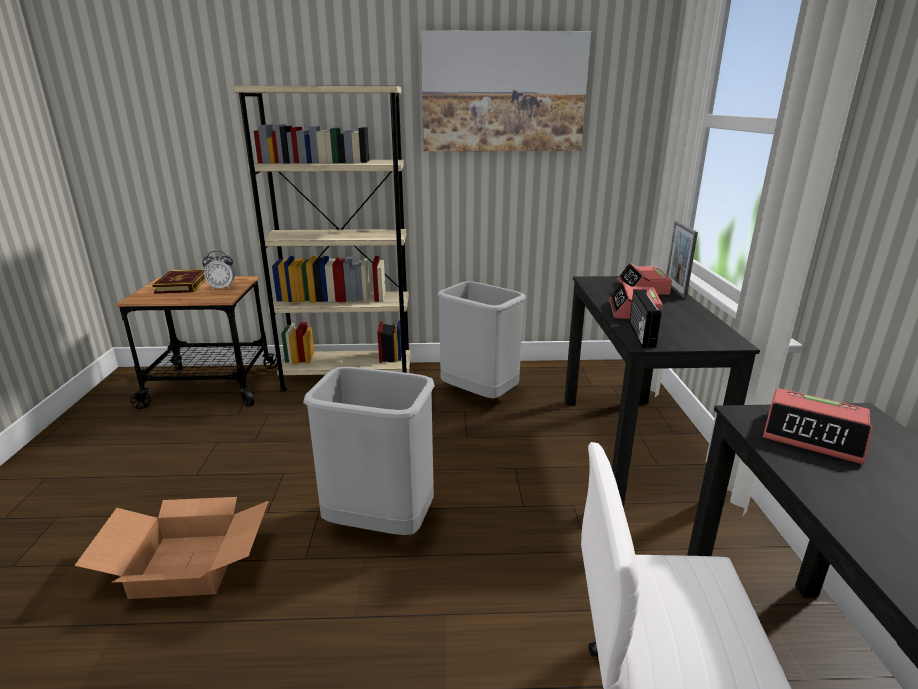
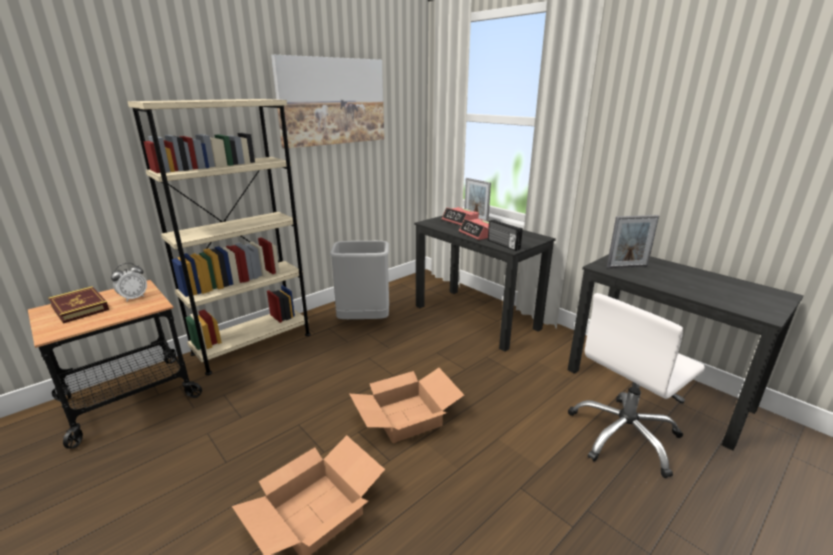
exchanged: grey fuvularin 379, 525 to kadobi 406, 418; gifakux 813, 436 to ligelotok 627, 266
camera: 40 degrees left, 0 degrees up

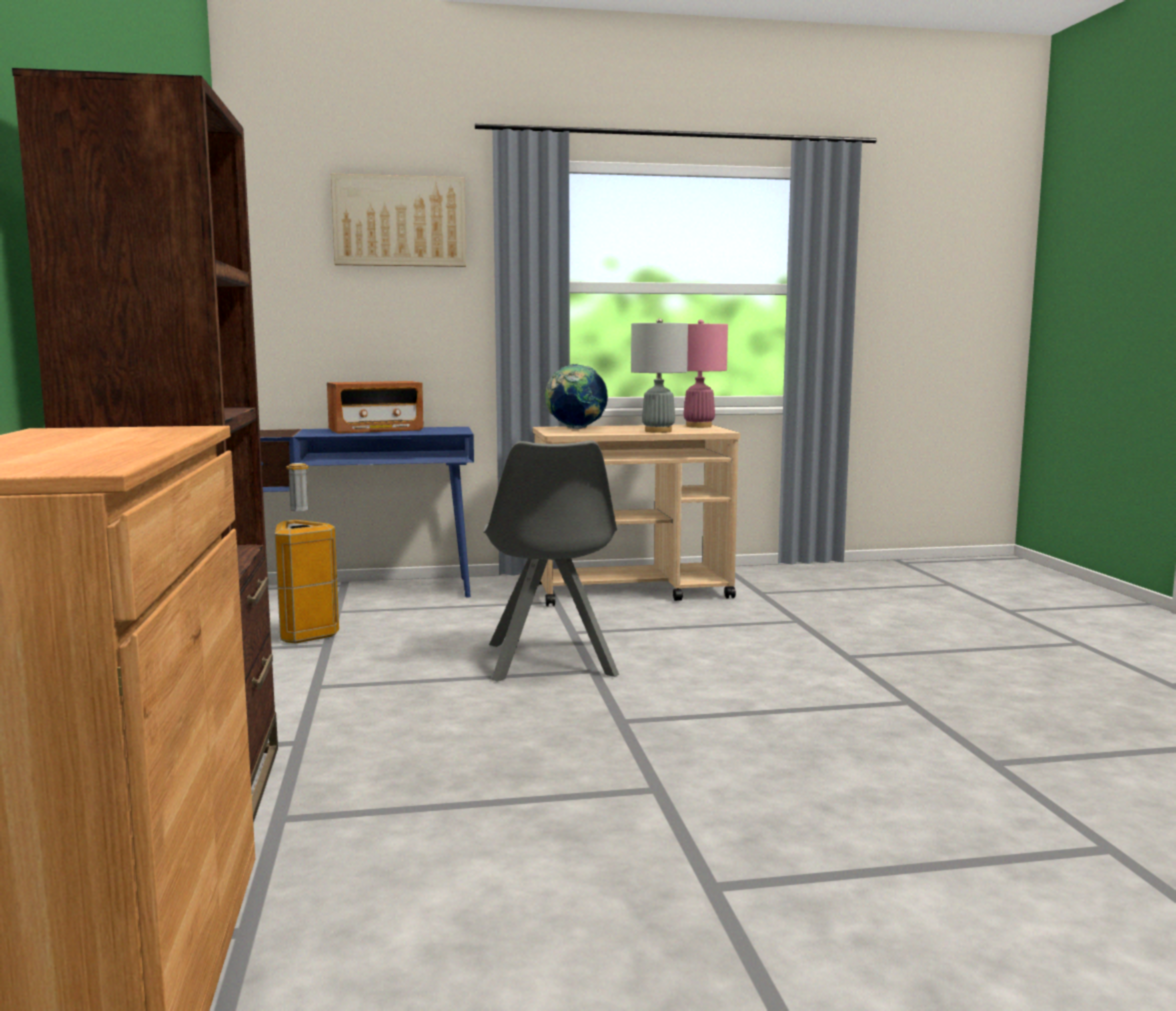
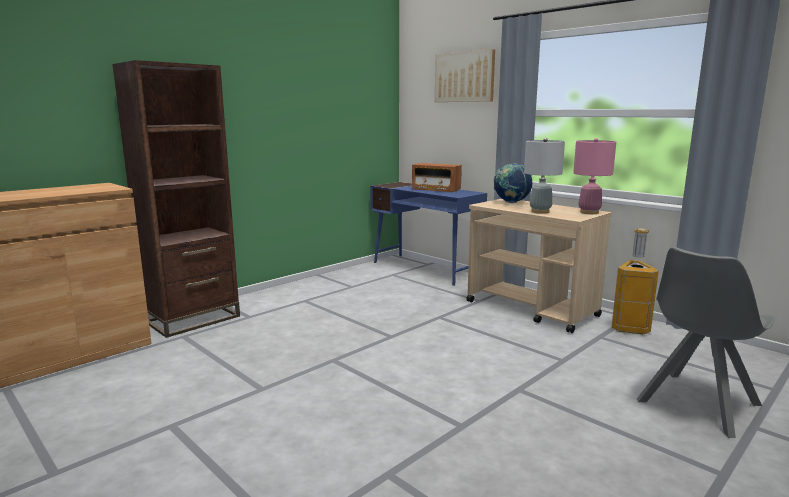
relocated: fuvularin 304, 634 to 629, 328; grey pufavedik 550, 661 to 696, 404
camera: 55 degrees right, 5 degrees up

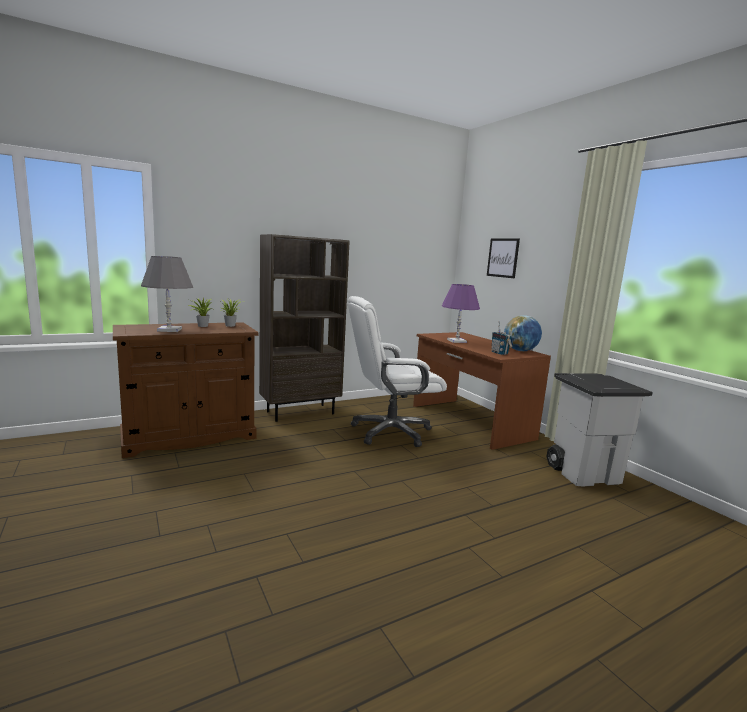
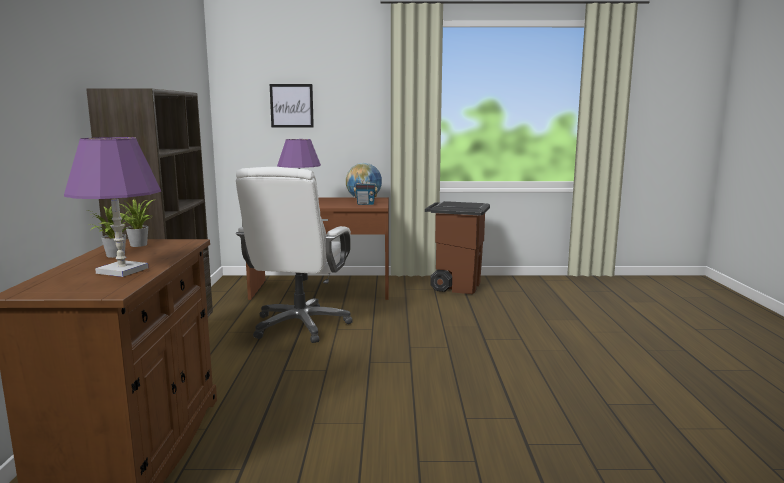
colour: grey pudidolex 169, 330 to purple pudidolex 122, 271; grey fuvularin 584, 473 to brown fuvularin 456, 286
camera: 60 degrees left, 0 degrees up

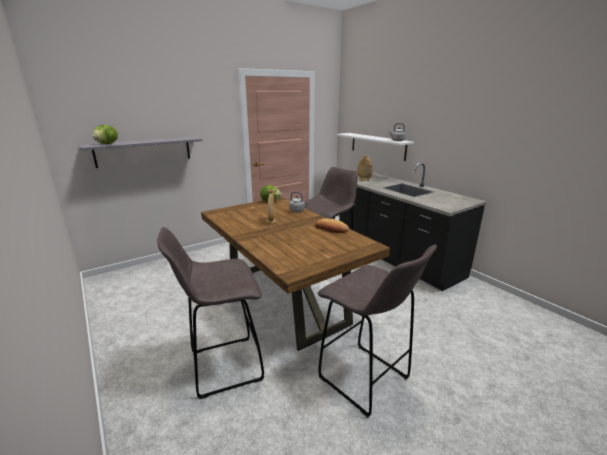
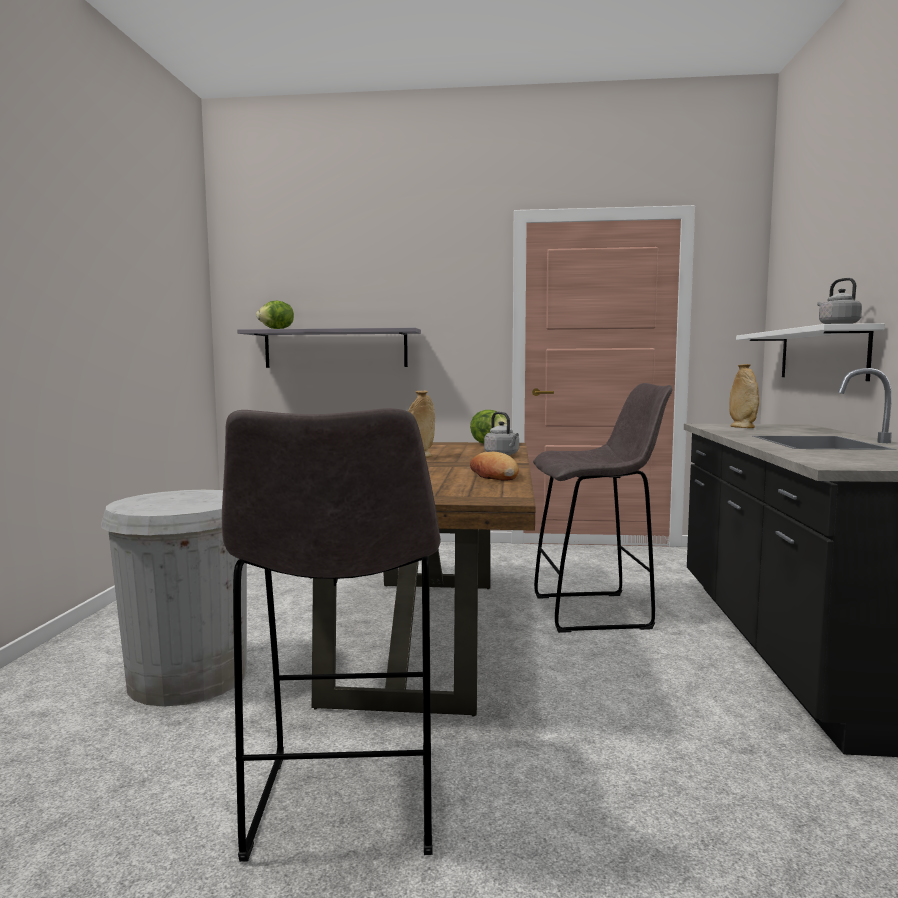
exchanged: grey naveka 223, 366 to white fuvularin 188, 678
camera: 40 degrees right, 15 degrees down

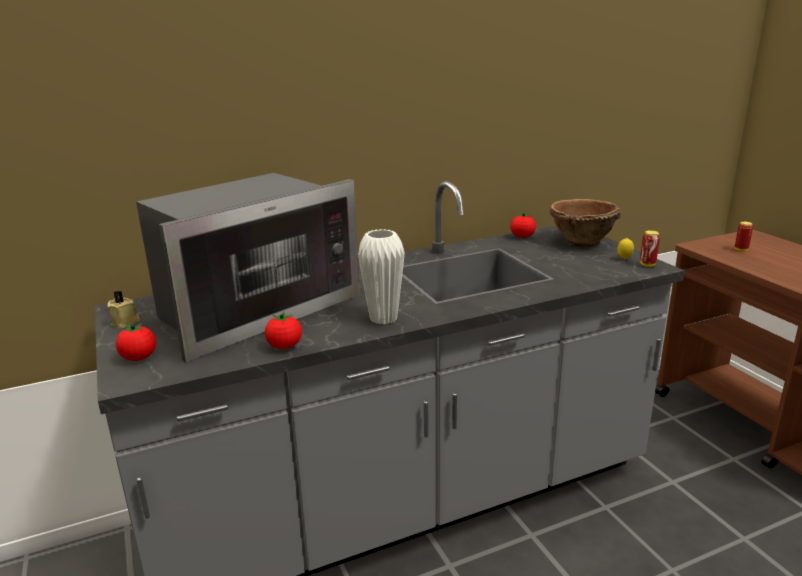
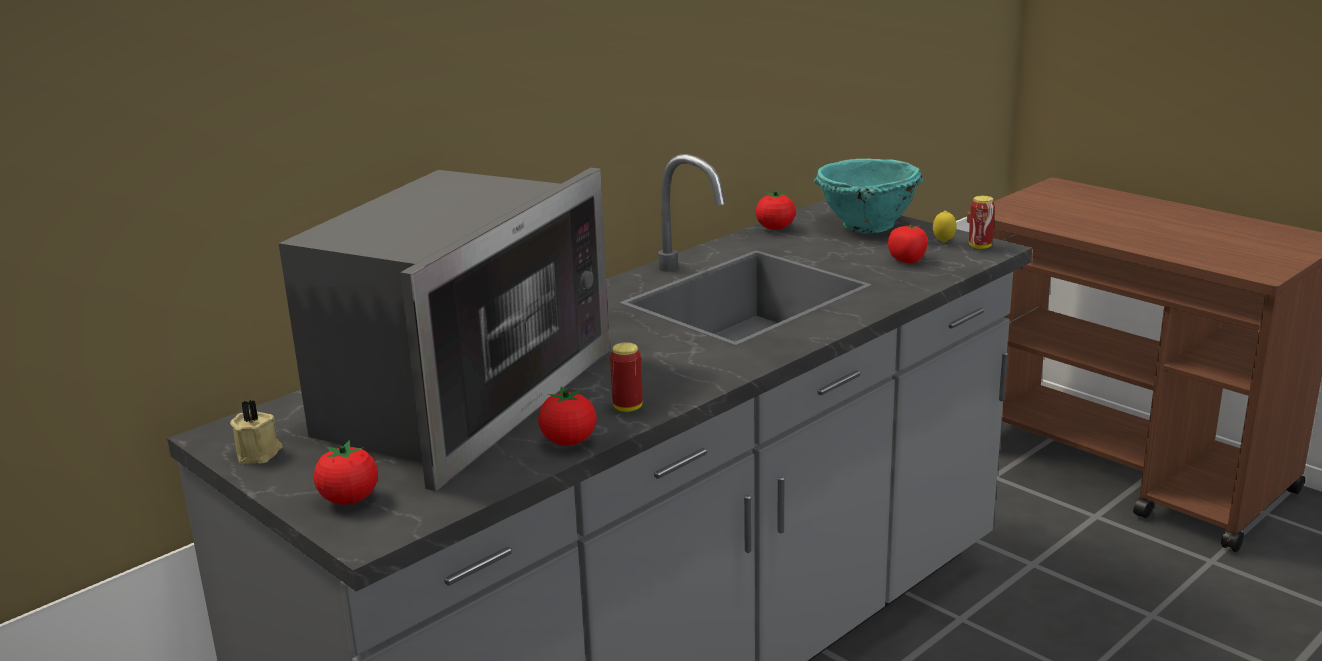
missing: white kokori 383, 318
appeared: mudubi 907, 260
relocated: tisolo 741, 250 to 627, 407
colour: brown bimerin 581, 242 to turquoise bimerin 866, 226
camera: 20 degrees left, 0 degrees up

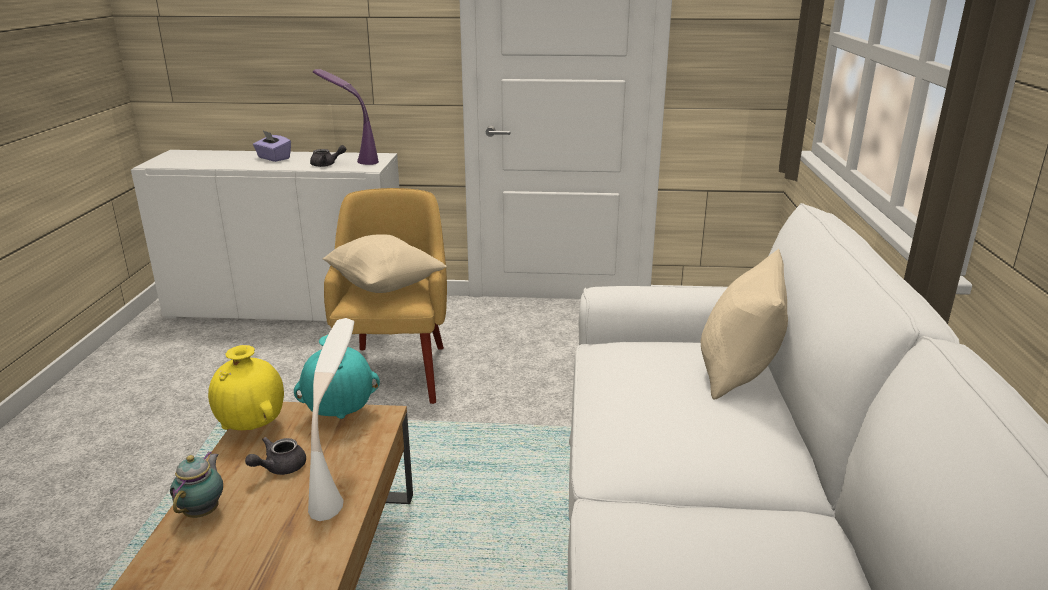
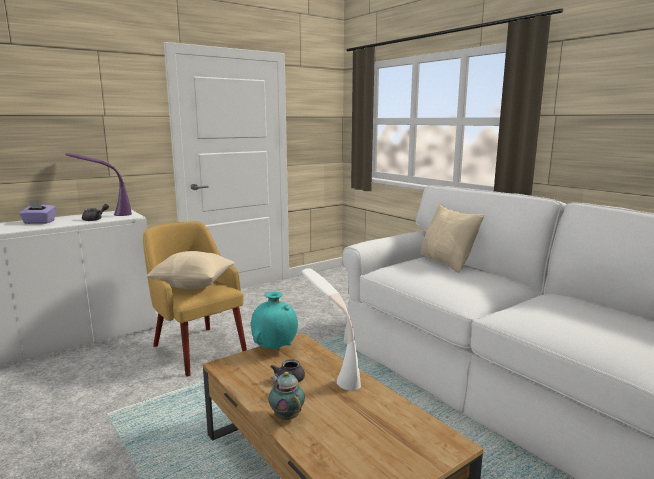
missing: yellow kokori 252, 427
camera: 40 degrees left, 10 degrees down

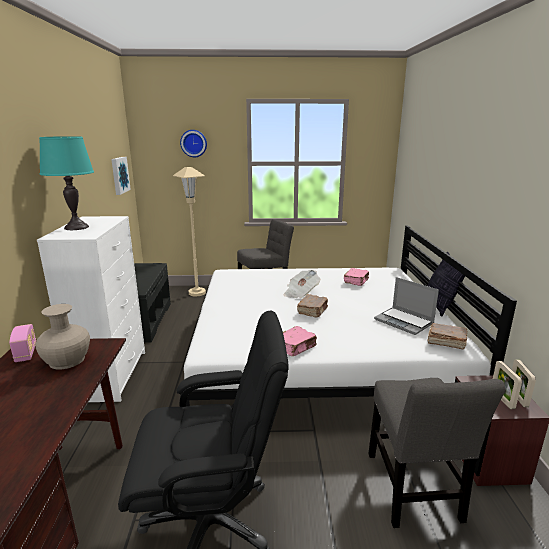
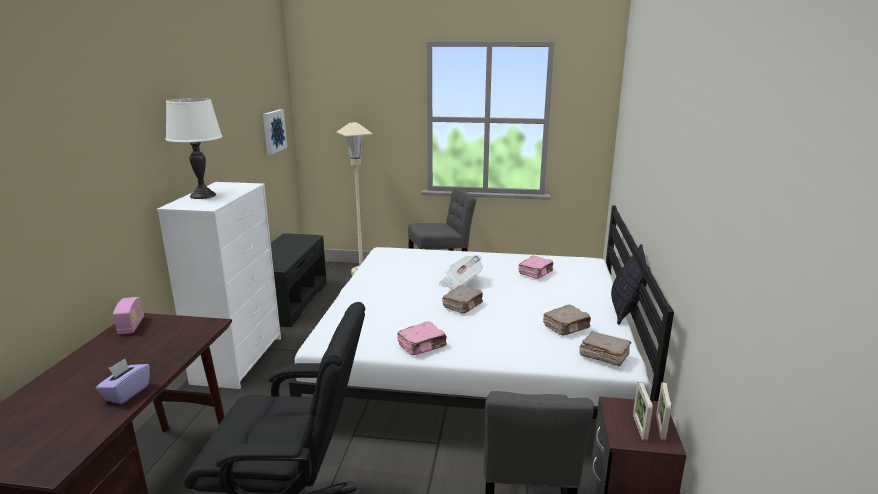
missing: beige kokori 67, 360; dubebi 194, 143
appeared: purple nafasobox 126, 393
exchanged: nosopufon 404, 322 to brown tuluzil 566, 327
colour: turquoise pudidolex 76, 227 to white pudidolex 203, 196
camera: 10 degrees right, 0 degrees up

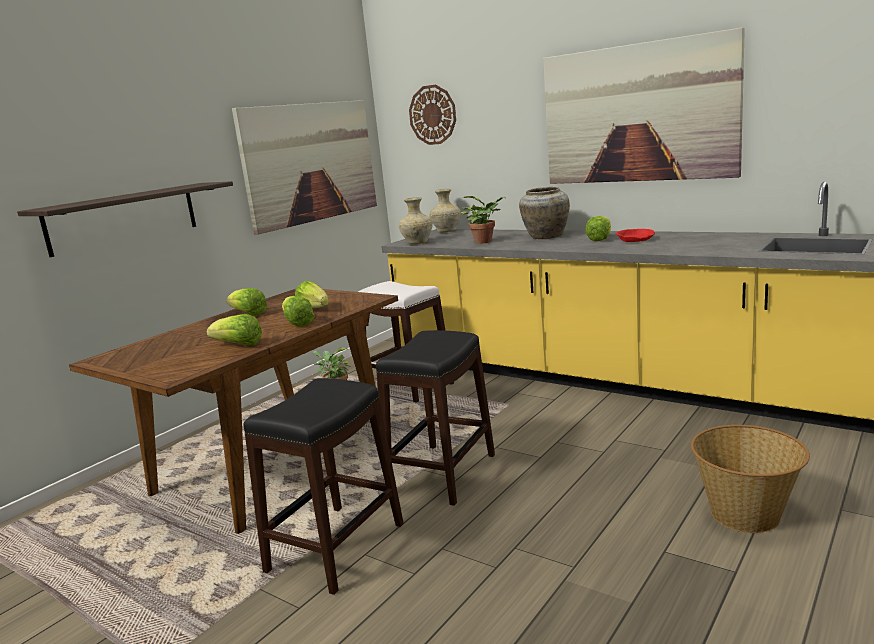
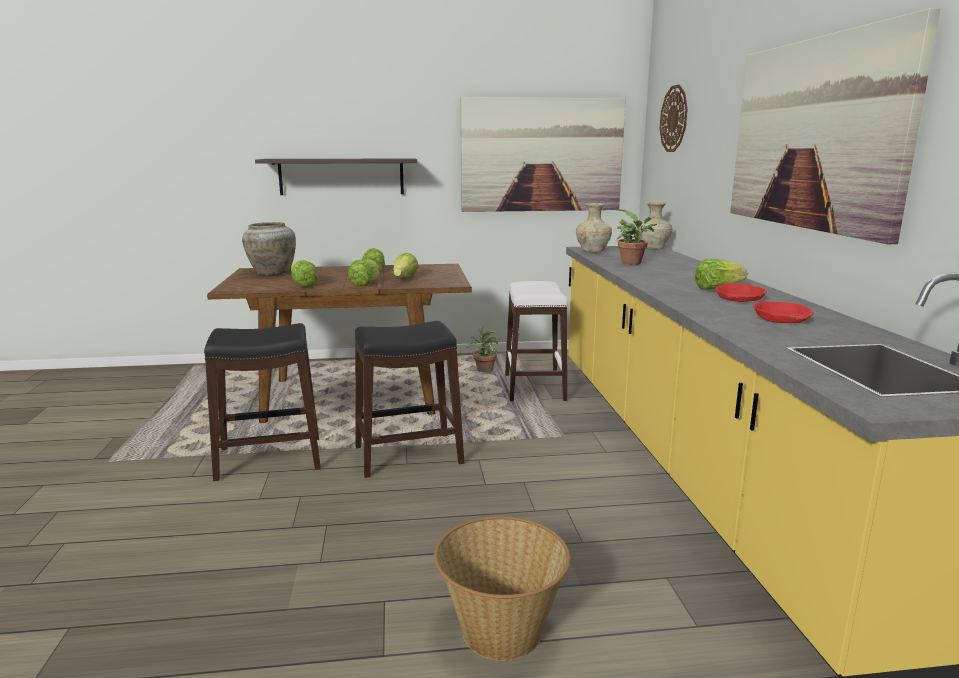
appeared: red bimerin 781, 319
relocated: beige kokori 545, 237 to 271, 272
camera: 45 degrees right, 0 degrees up

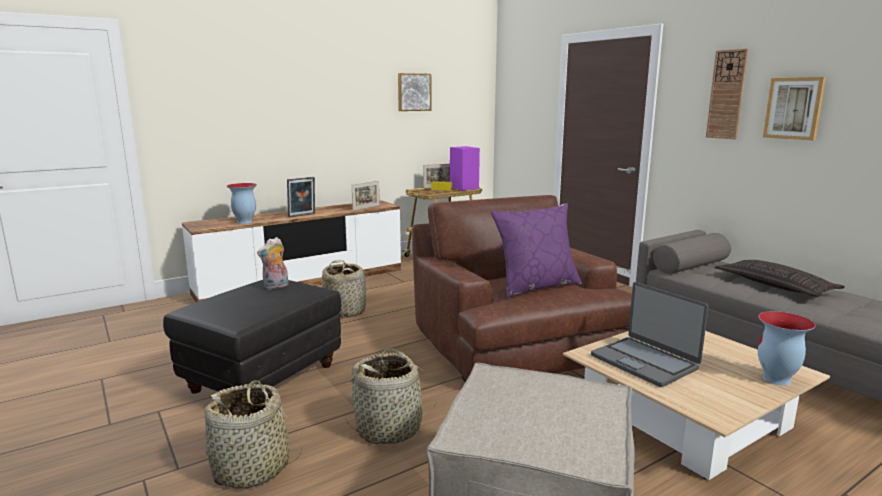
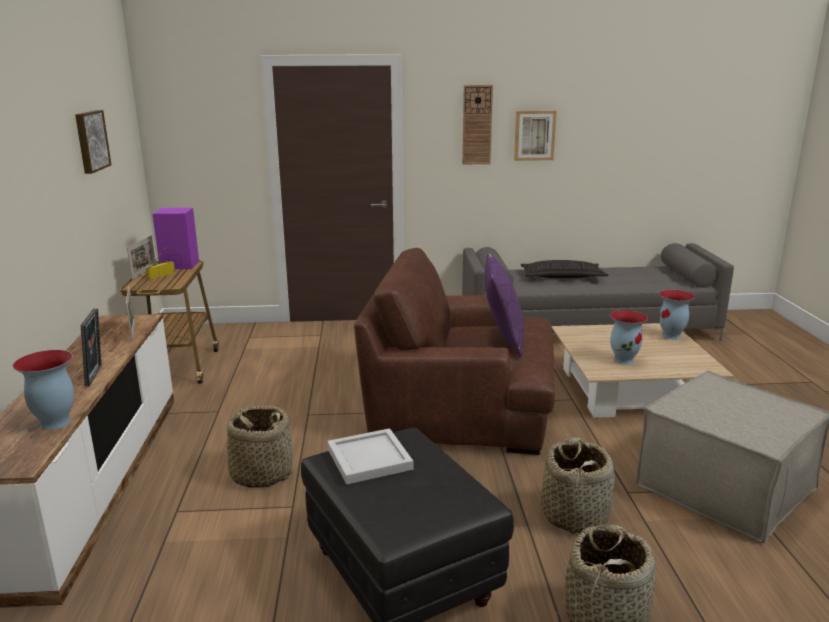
exchanged: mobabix 276, 286 to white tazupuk 368, 458; nosopufon 644, 362 to kokori 624, 360
camera: 60 degrees left, 5 degrees up

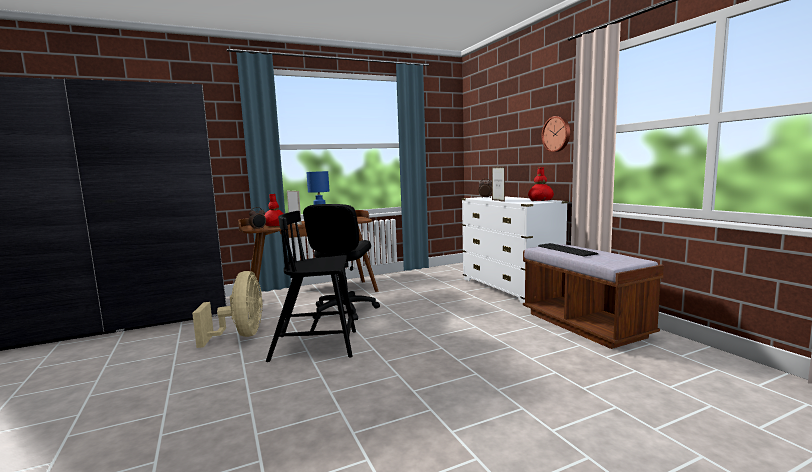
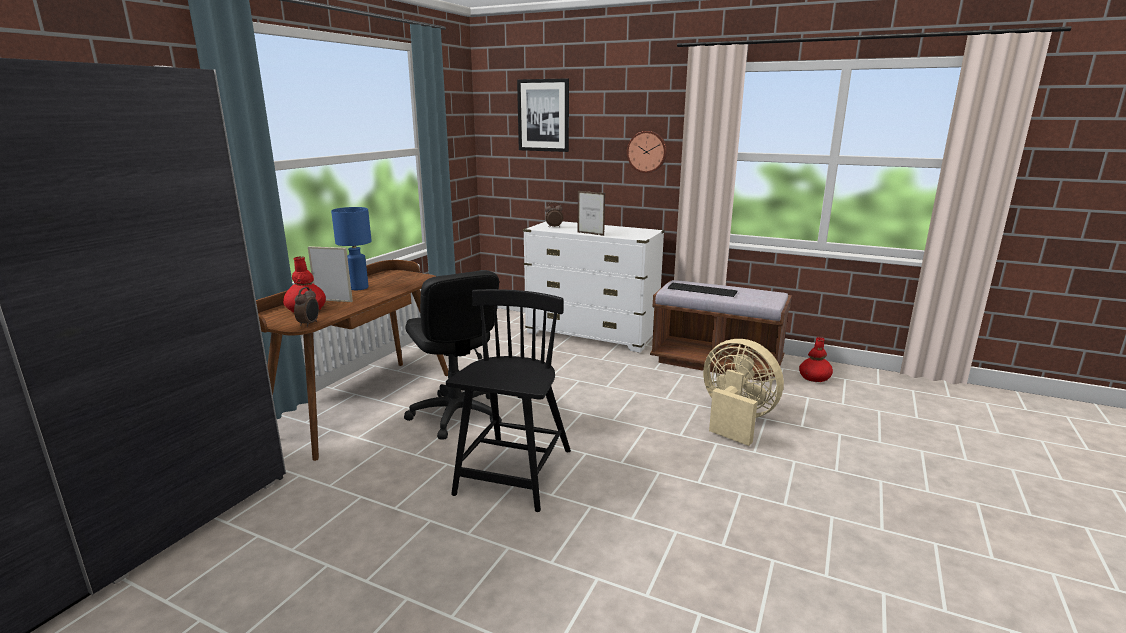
appeared: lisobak 543, 115
relocated: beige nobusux 241, 336 to 735, 420; red kokori 540, 201 to 814, 378
spun: black pufavedik 316, 345 = 514, 473 150 degrees clockwise
camera: 40 degrees left, 10 degrees up

